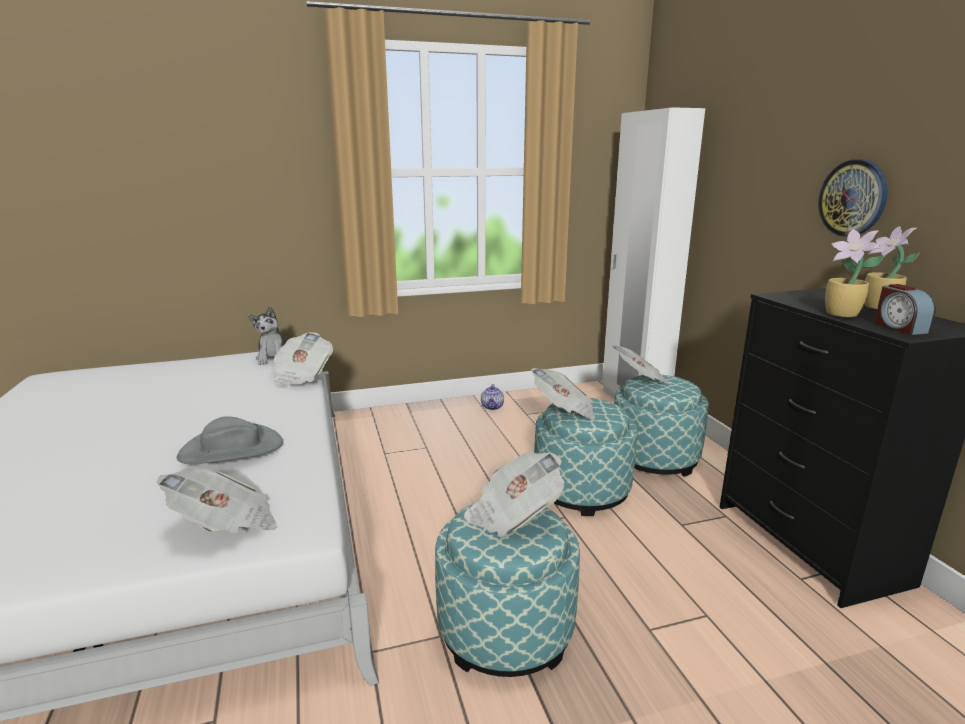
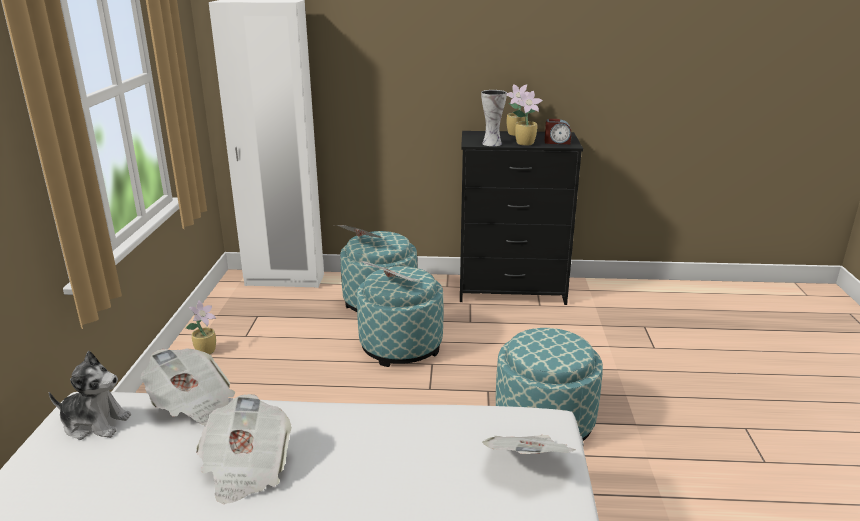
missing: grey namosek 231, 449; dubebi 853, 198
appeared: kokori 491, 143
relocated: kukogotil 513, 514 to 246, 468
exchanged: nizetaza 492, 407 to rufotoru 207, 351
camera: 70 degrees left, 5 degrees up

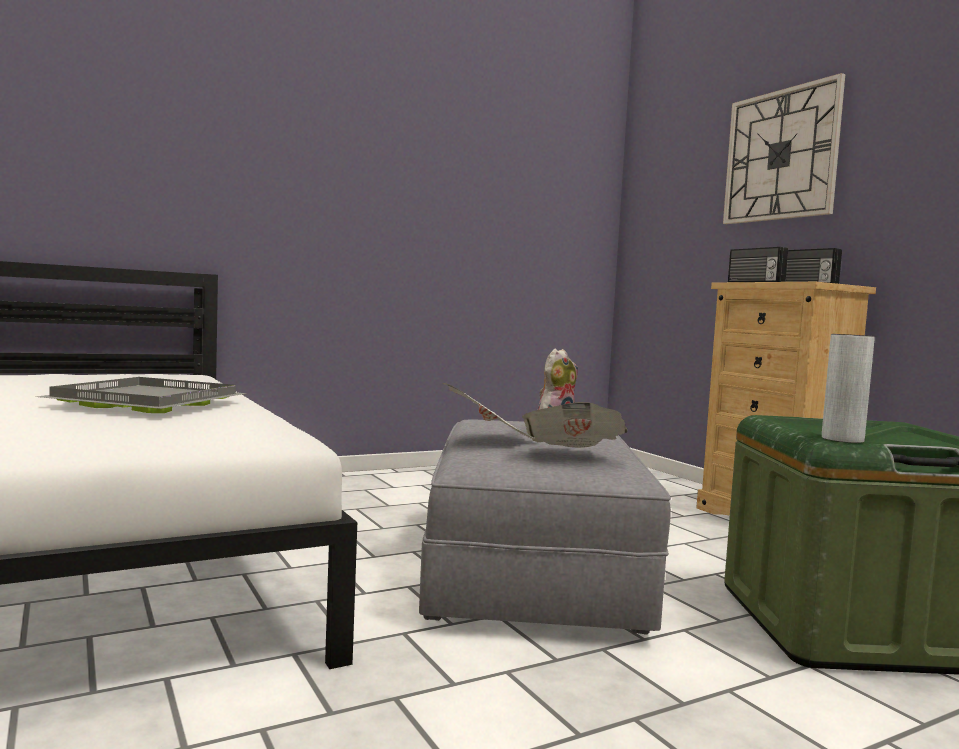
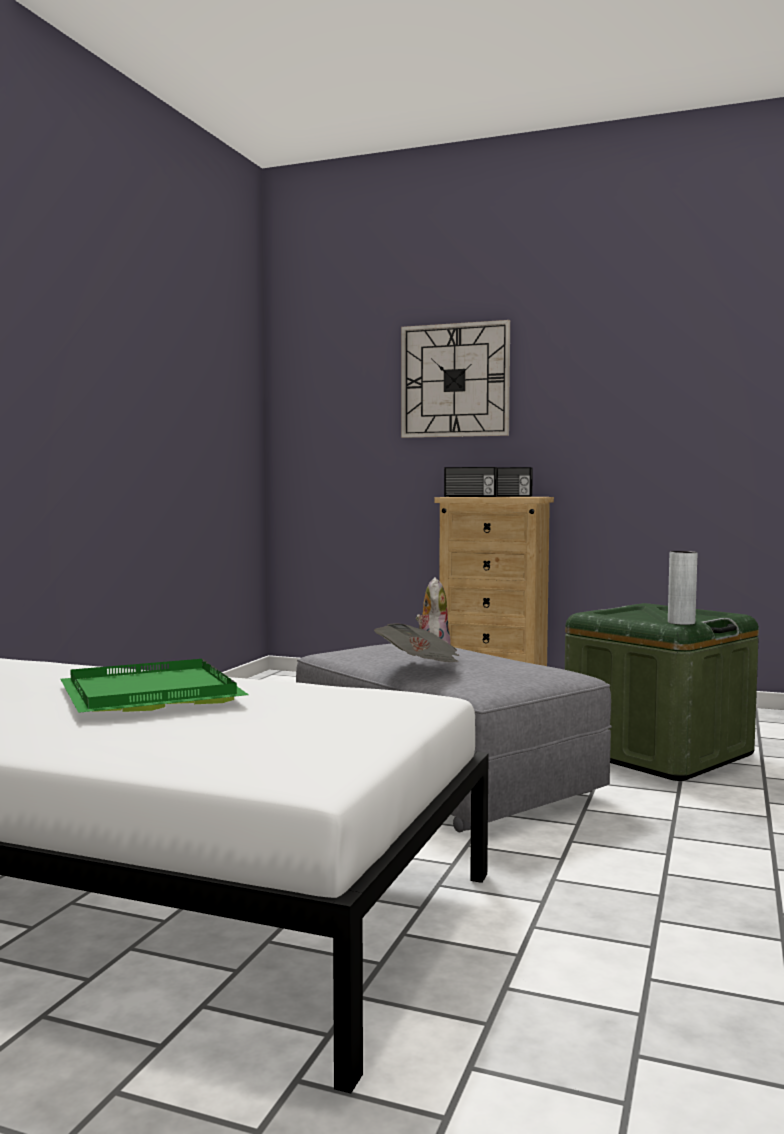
missing: kukogotil 572, 456
colour: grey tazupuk 147, 401 to green tazupuk 147, 693
camera: 40 degrees left, 0 degrees up

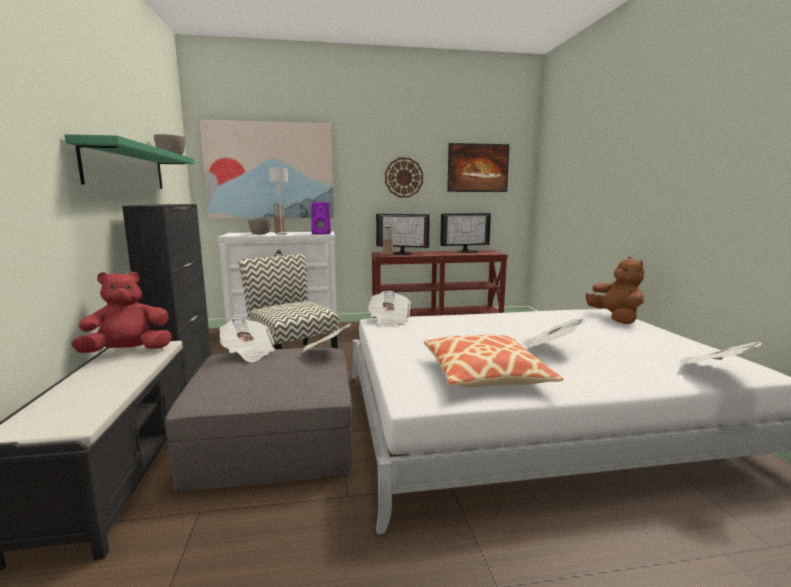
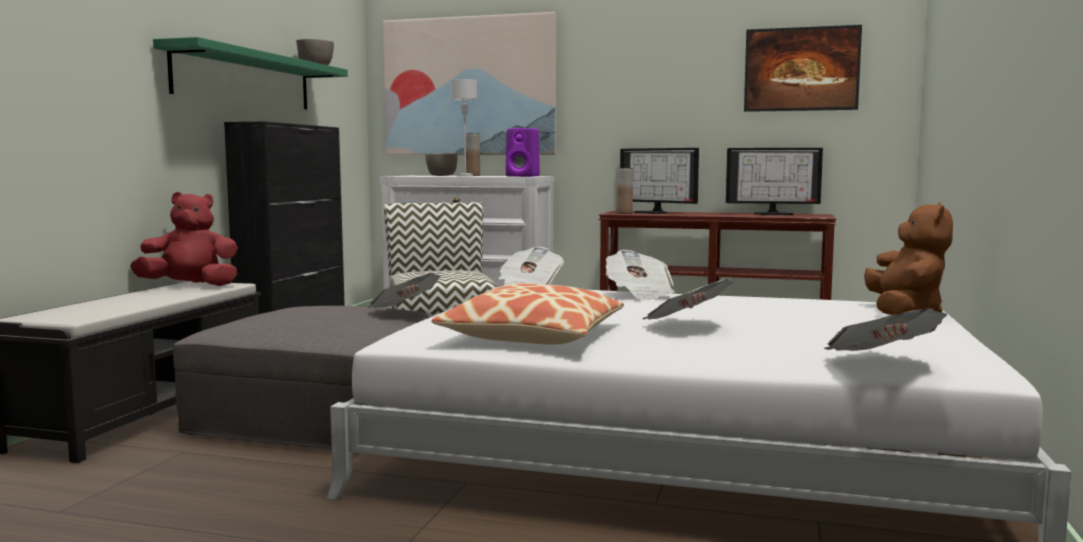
missing: dubebi 403, 177
relocated: kukogotil 248, 353 to 639, 294
camera: 25 degrees right, 5 degrees down

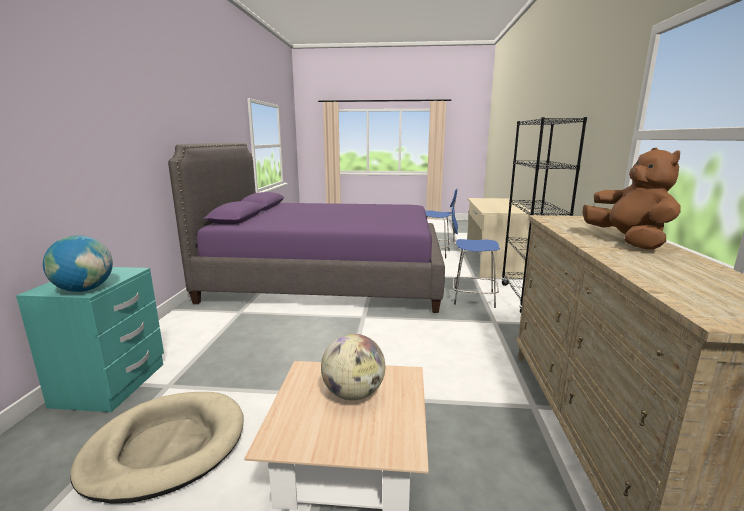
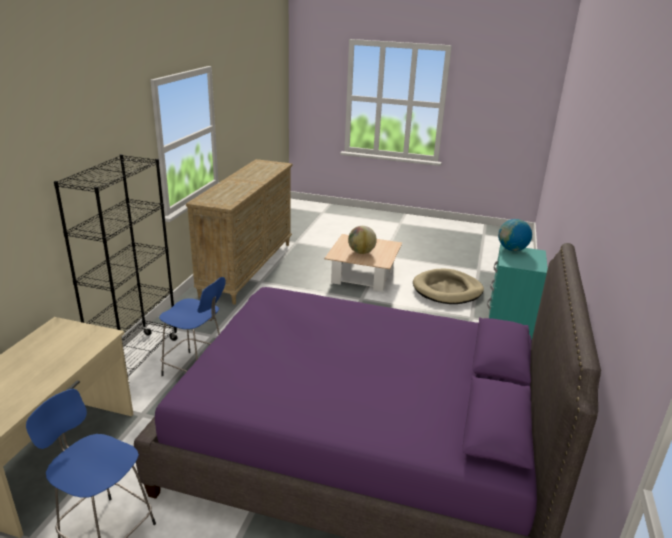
missing: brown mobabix 628, 242
camera: 170 degrees left, 10 degrees up

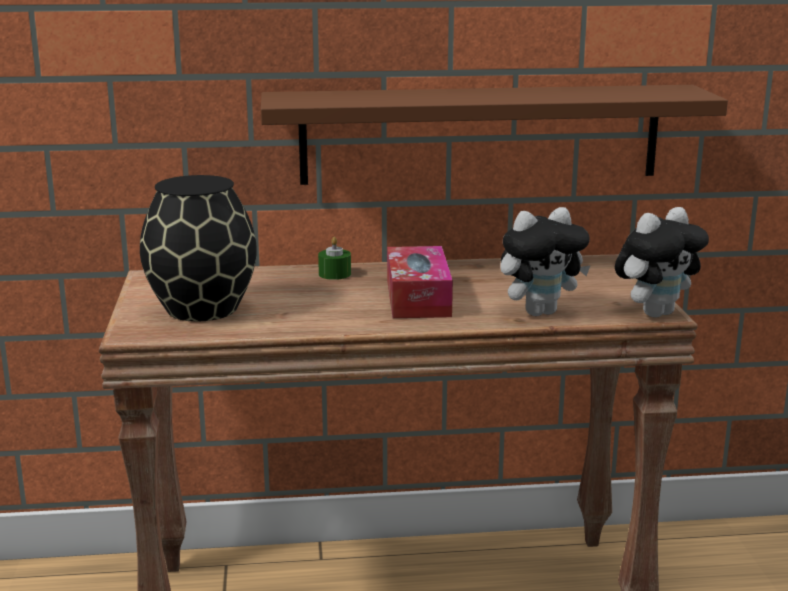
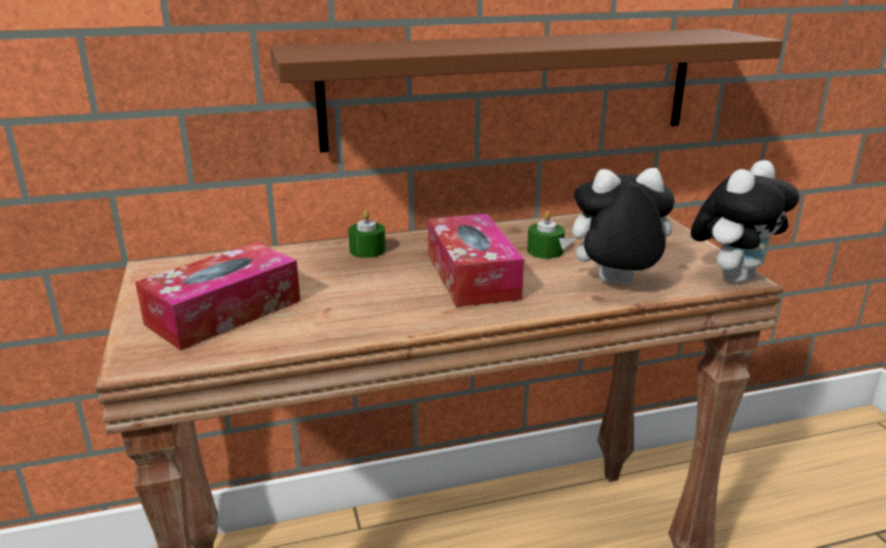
appeared: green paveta 545, 251
exchanged: black kokori 201, 309 to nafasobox 224, 312
spun: mobabix 540, 312 = 613, 284 150 degrees counterclockwise
camera: 10 degrees left, 5 degrees up

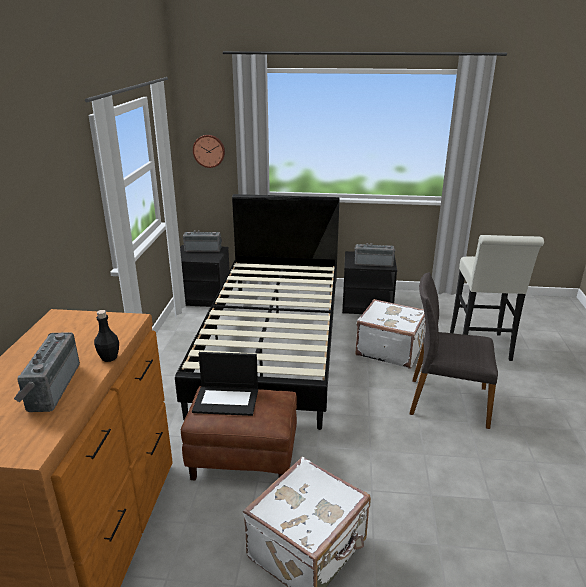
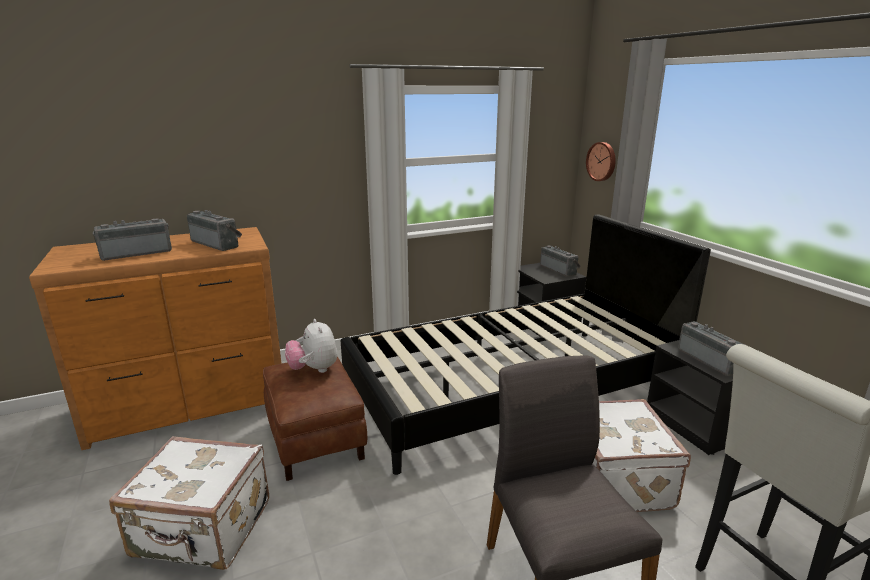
missing: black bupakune 109, 358
appeared: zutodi 217, 244
exchanged: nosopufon 227, 400 to mobabix 314, 369
camera: 60 degrees right, 5 degrees down

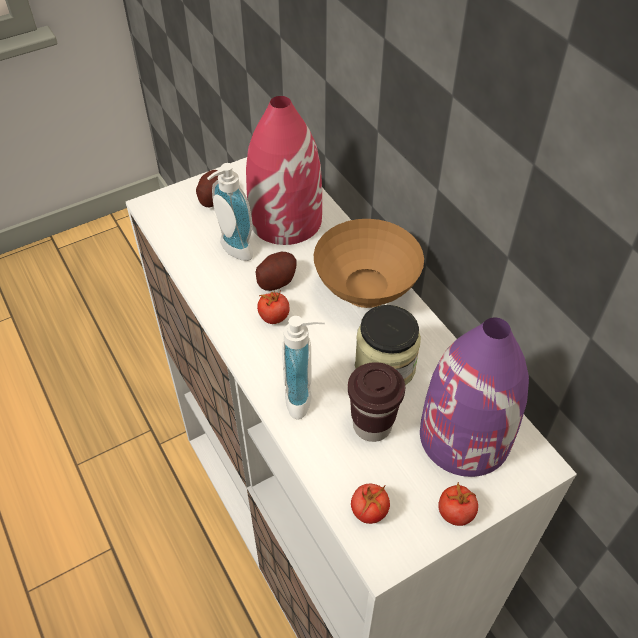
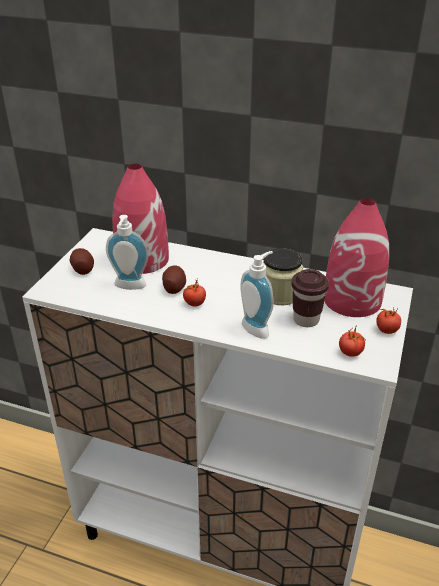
missing: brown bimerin 364, 290
colour: purple kokori 466, 437 to red kokori 353, 300
camera: 40 degrees left, 15 degrees down

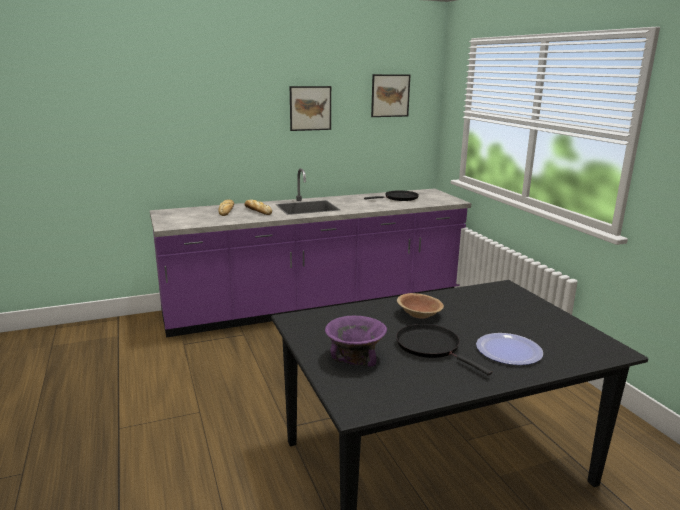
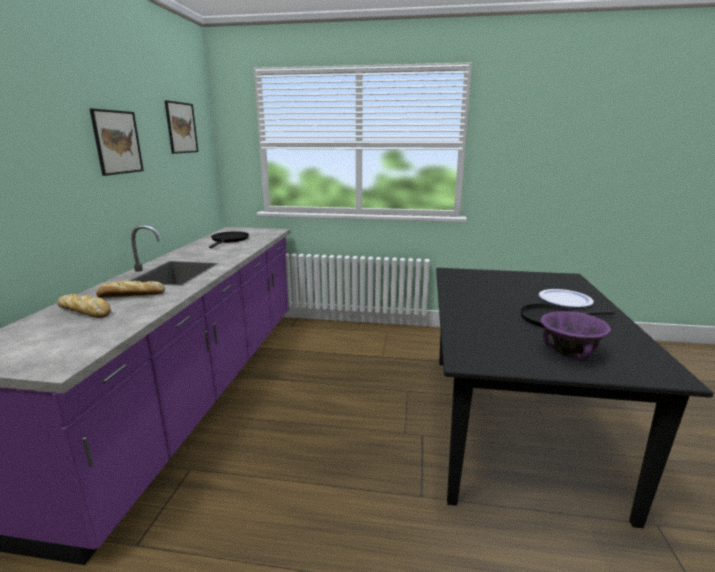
missing: brown bimerin 419, 315
camera: 60 degrees left, 0 degrees up

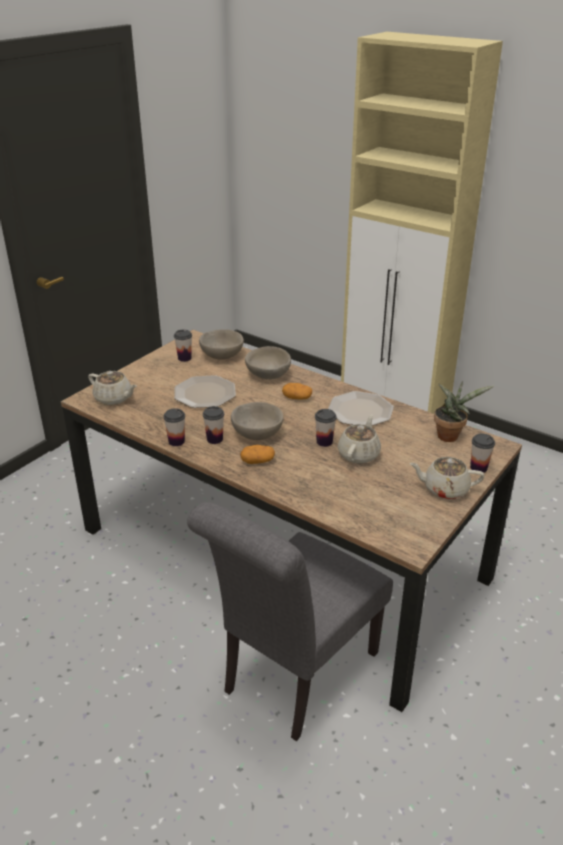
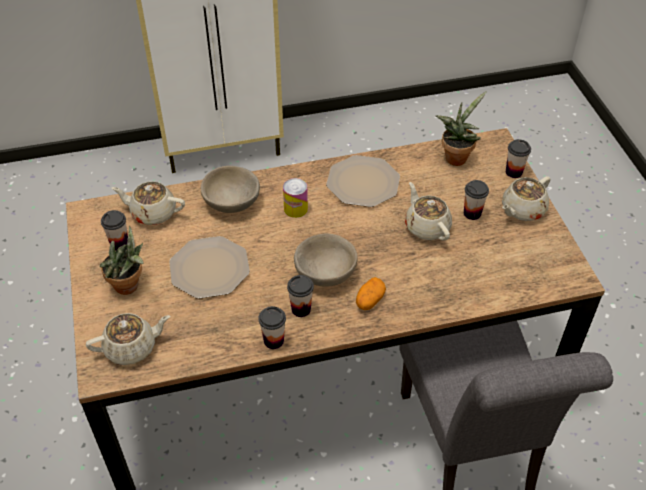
appeared: rufotoru 130, 286
relocated: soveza 324, 442 to 472, 213
exchanged: beige bimerin 222, 356 to beige nizetaza 152, 213; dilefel 297, 398 to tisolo 295, 209
camera: 50 degrees left, 15 degrees up

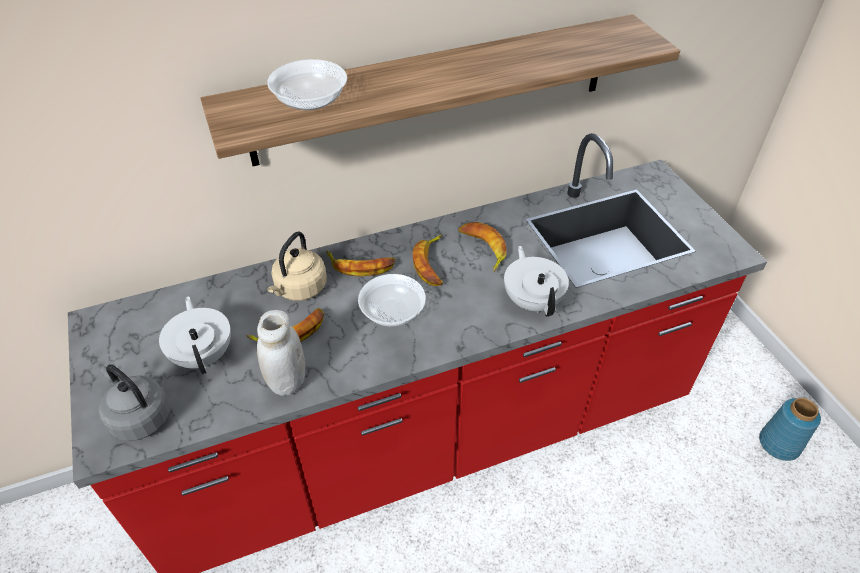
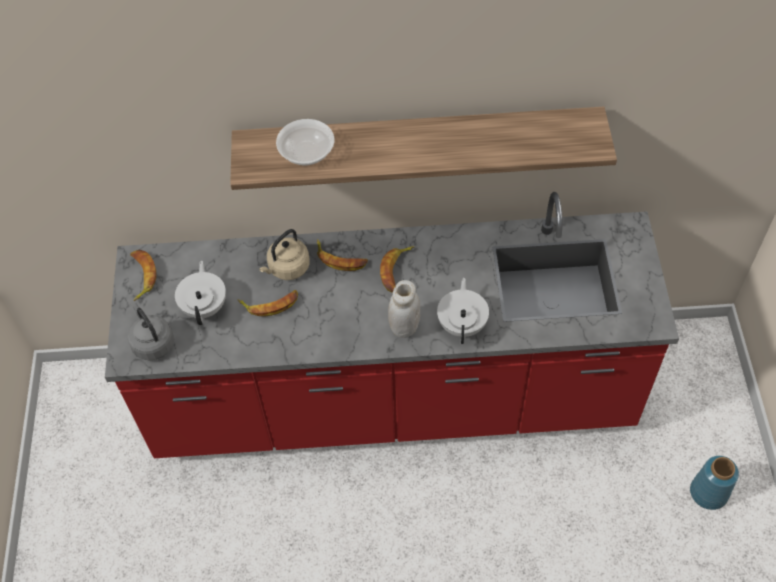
missing: bimerin 392, 312
relocated: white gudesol 287, 381 to 404, 327; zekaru 482, 248 to 141, 276
camera: 20 degrees right, 10 degrees up

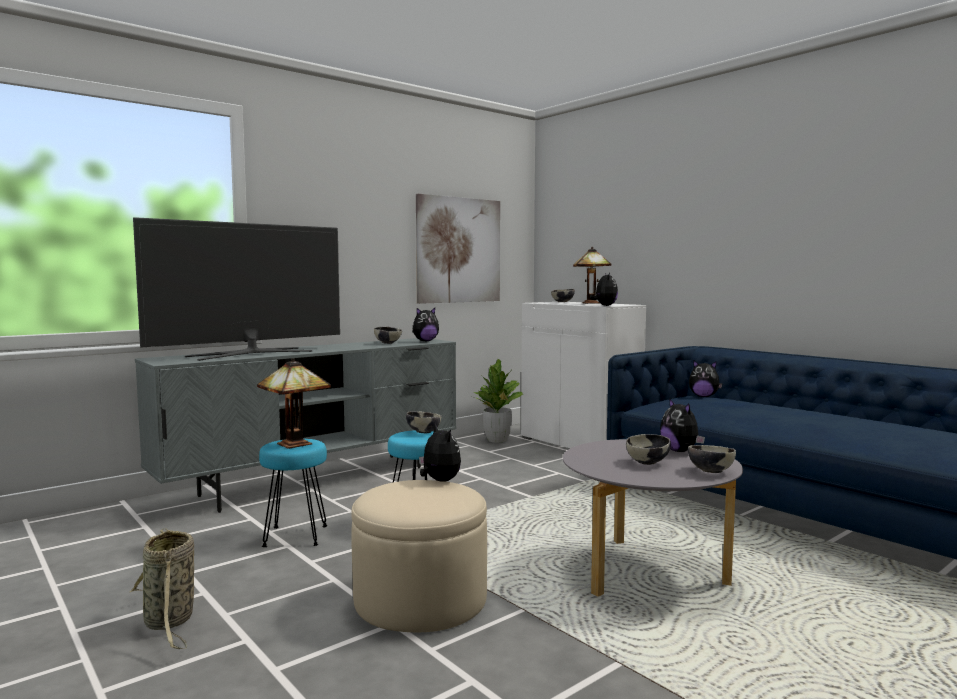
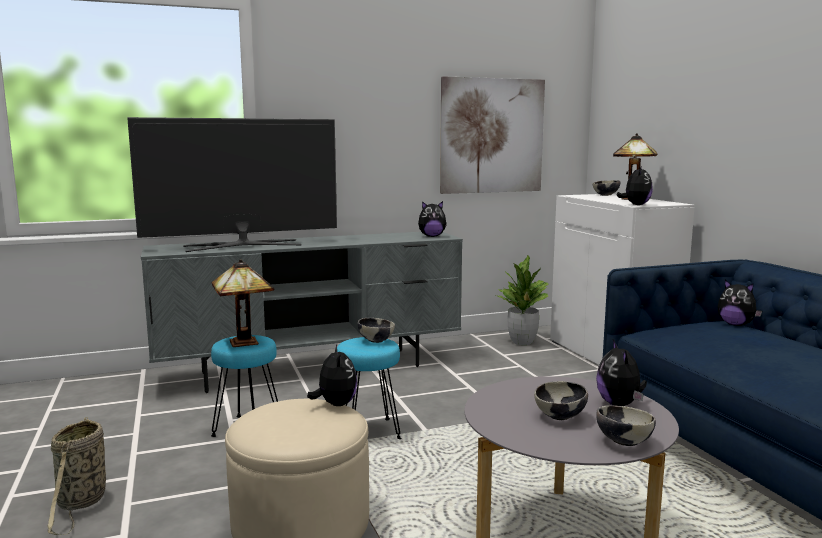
missing: bimerin 388, 343
camera: 20 degrees right, 5 degrees up

